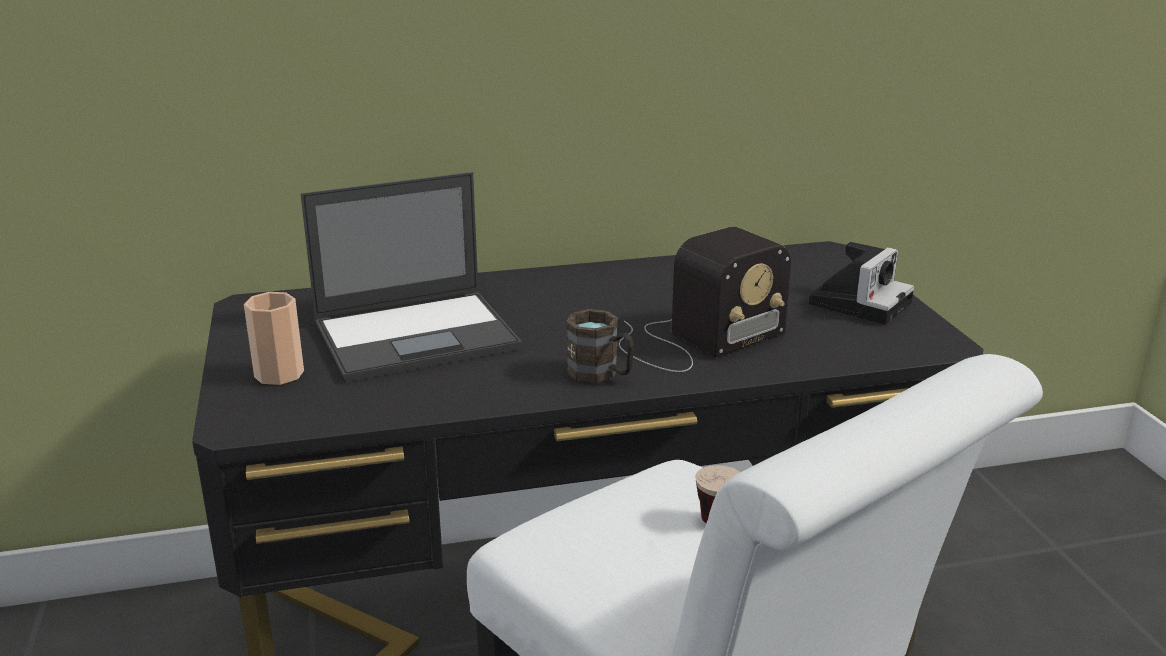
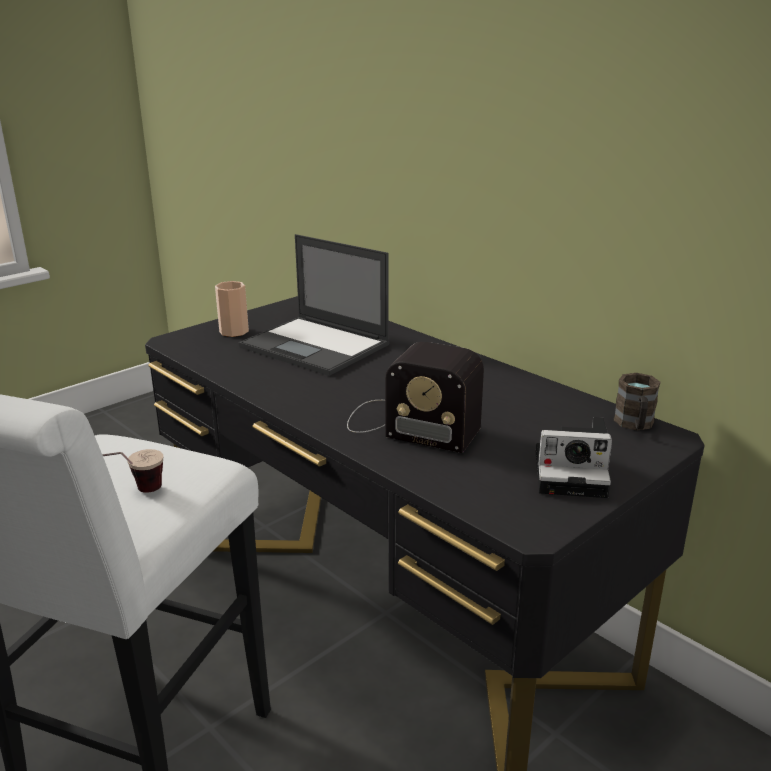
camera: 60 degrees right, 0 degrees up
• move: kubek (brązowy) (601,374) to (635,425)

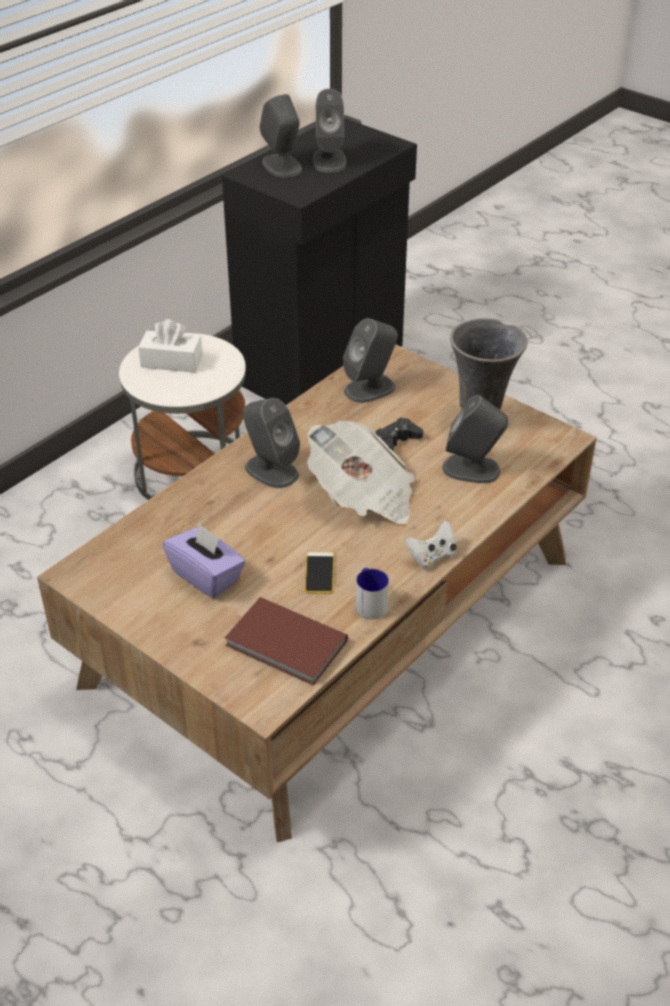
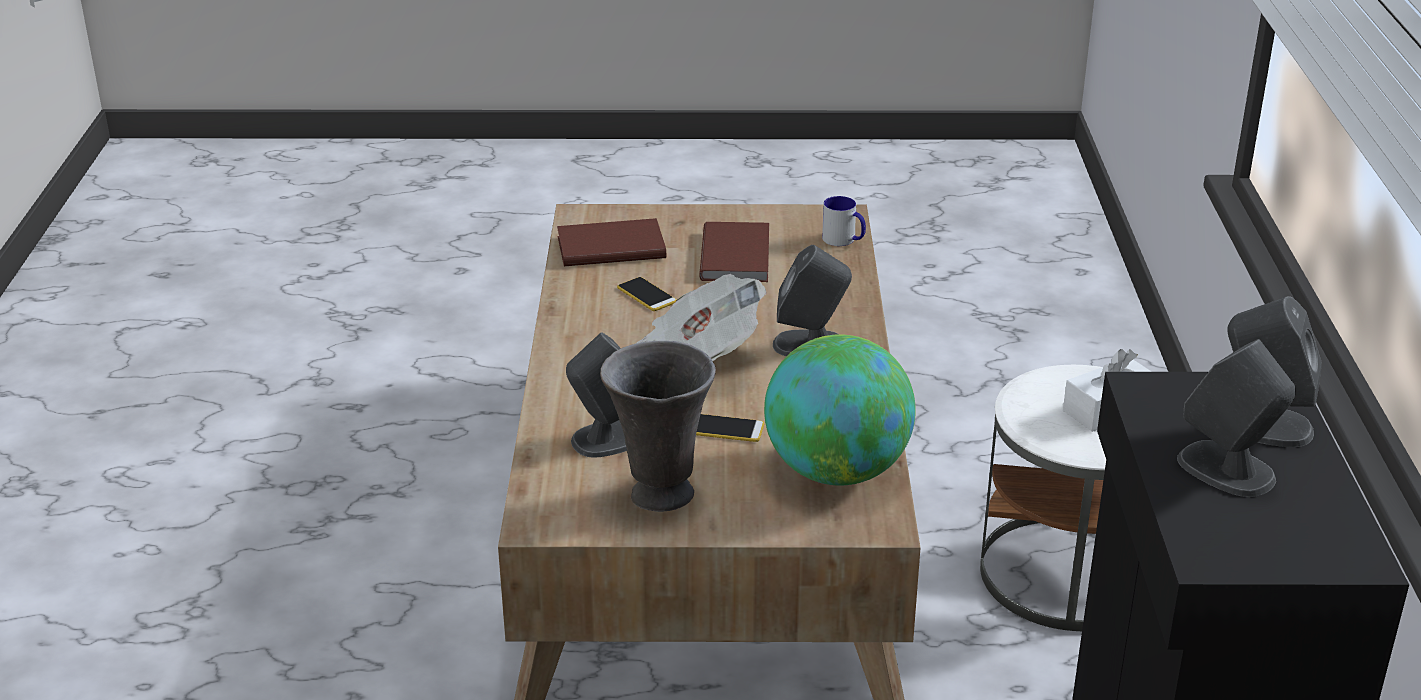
camera: 140 degrees right, 10 degrees down
• replace: pad do gier (czarny) (396,440) to telefon (726,429)
• replace: pudełko chusteczek (fioletowy) (206,576) to książka (brązowy) (738,255)
• replace: głośnik (szary) (370,388) to globus (836,471)
• move: kubek (369,603) to (844,240)
• delete: pad do gier (biały) (432,556)

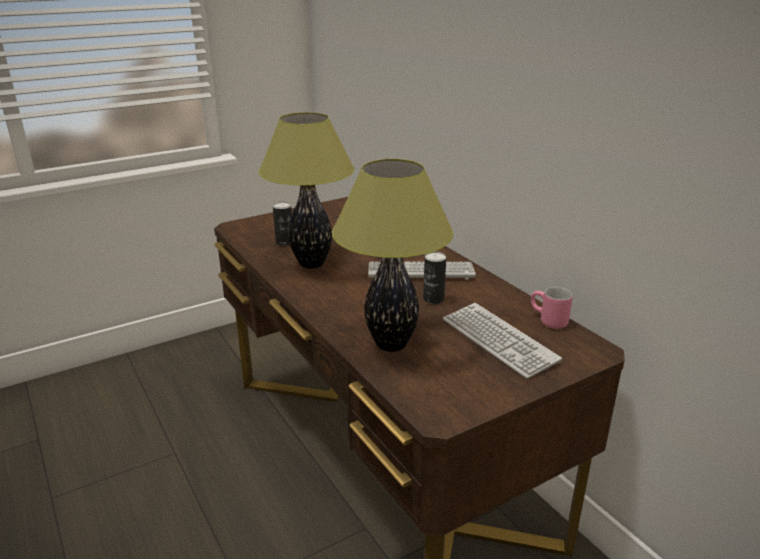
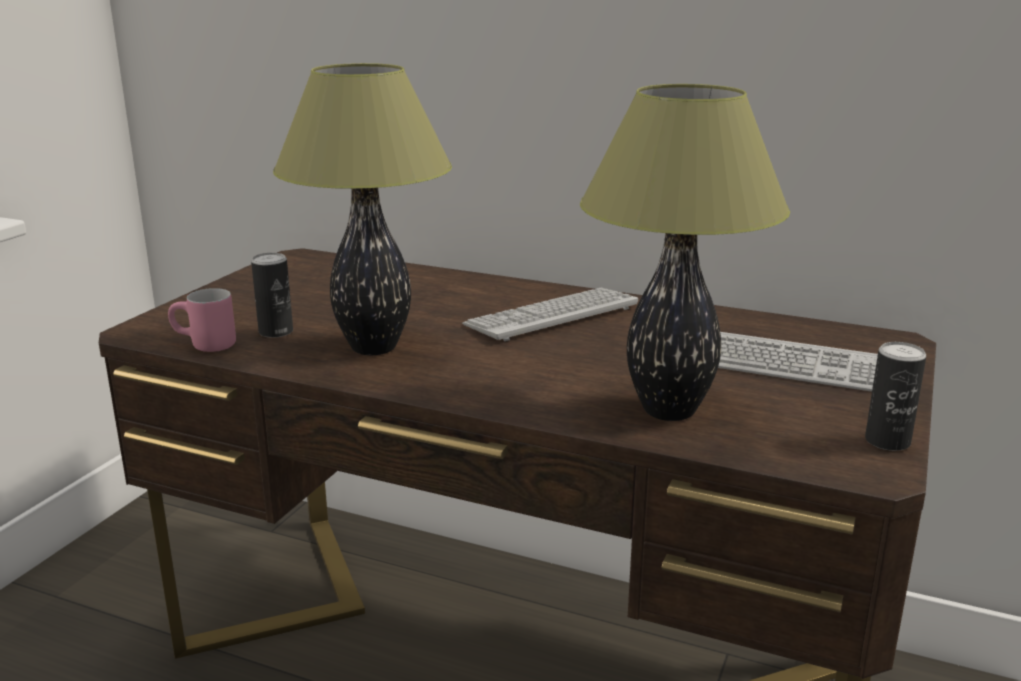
camera: 35 degrees left, 5 degrees down
• move: kubek (różowy) (547,321) to (203,346)
• move: puszka (433,299) to (887,441)

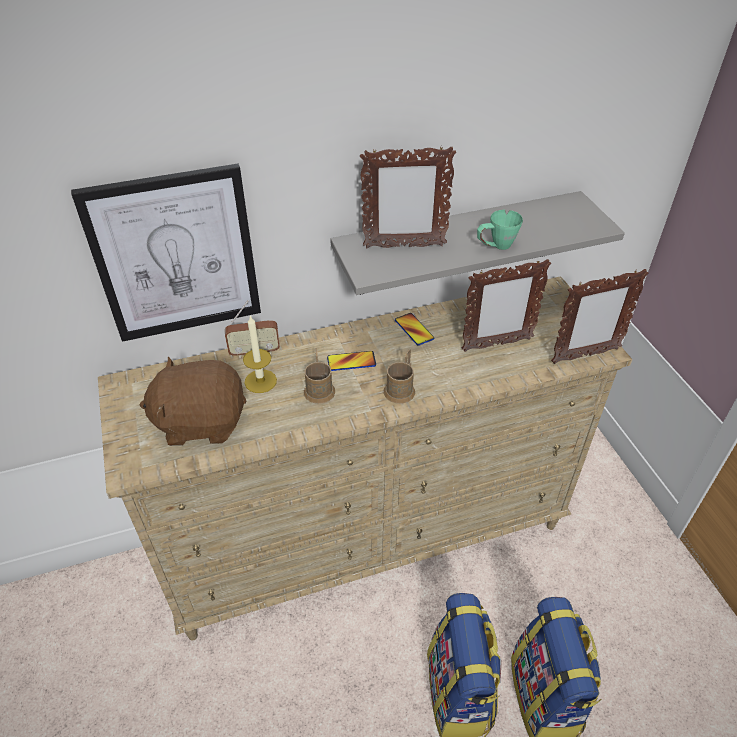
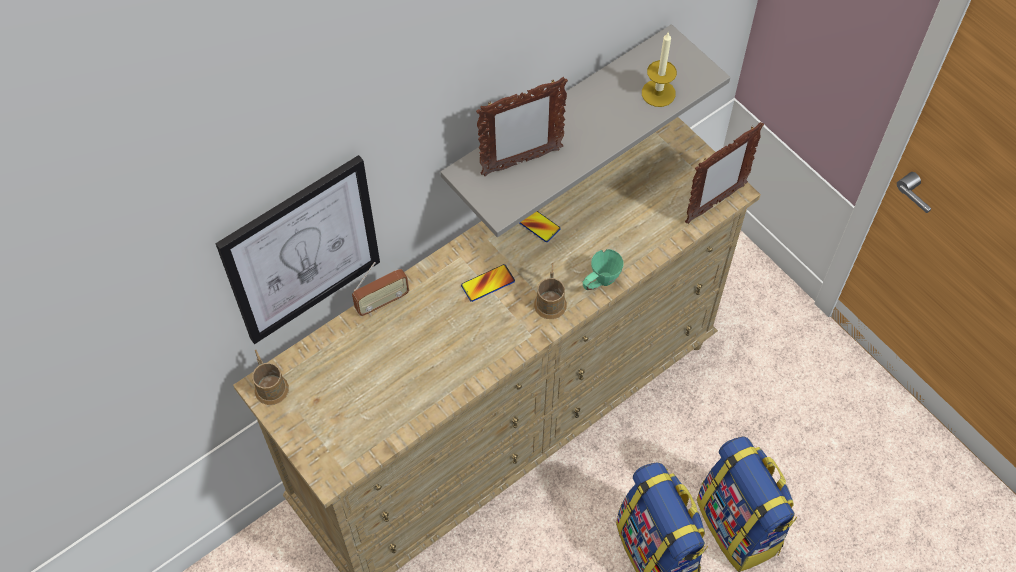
camera: 20 degrees left, 15 degrees up
• move: kubek (brązowy) (319,388) to (269,384)
• move: kubek (zielony) (495,247) to (599,283)
• move: świeca (260,381) to (658,93)
• delete: pluszak (brązowy) (201,422)
• delete: ramka na zdjęcie (496,344)

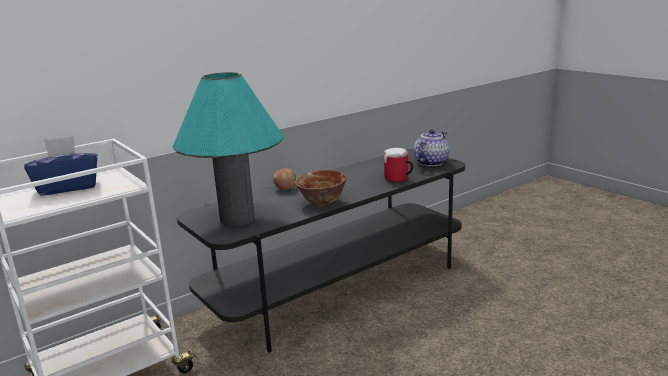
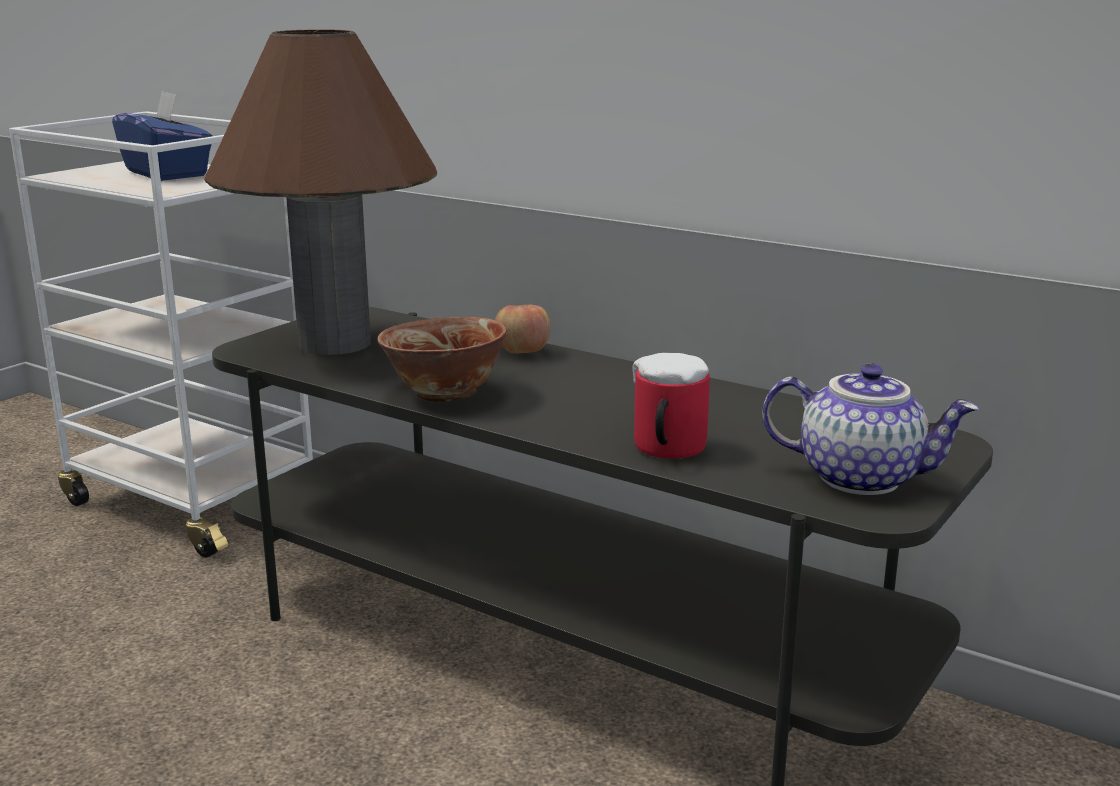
camera: 70 degrees right, 0 degrees up
• recolor: lampa stołowa (turkusowy) (237,219) to lampa stołowa (brązowy) (335,343)

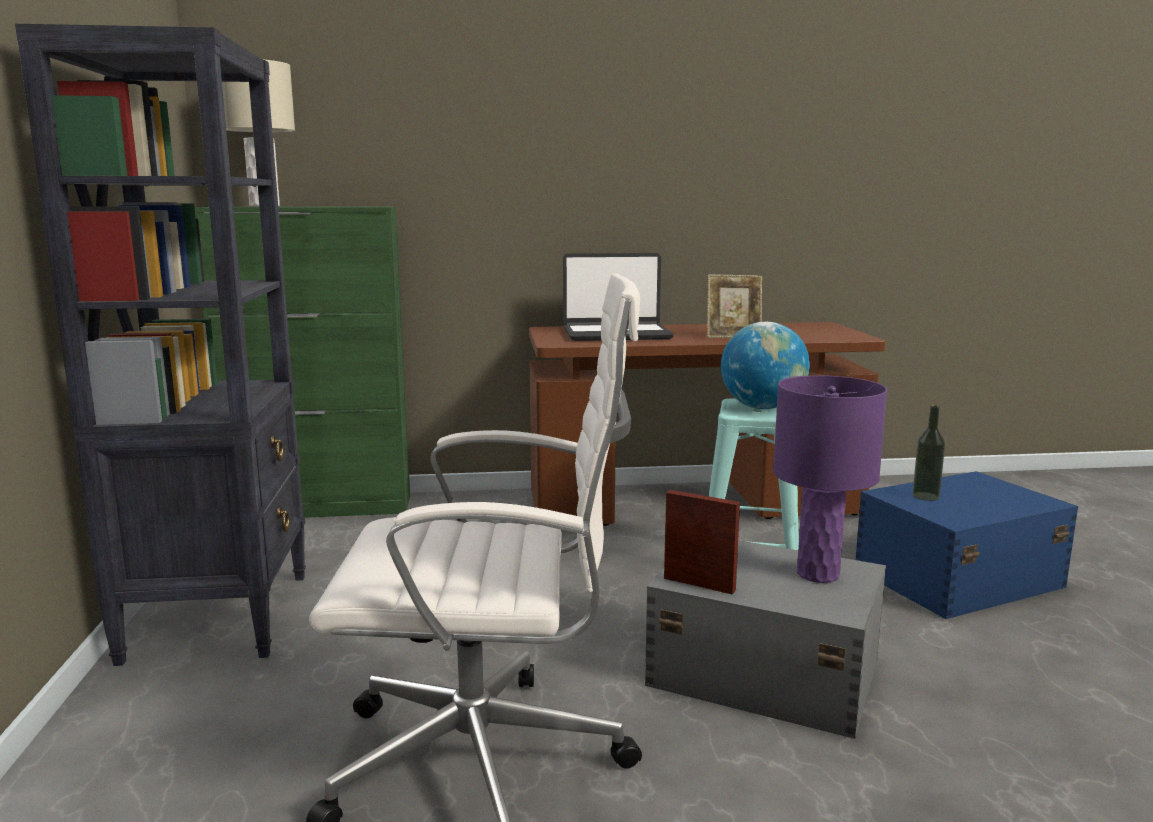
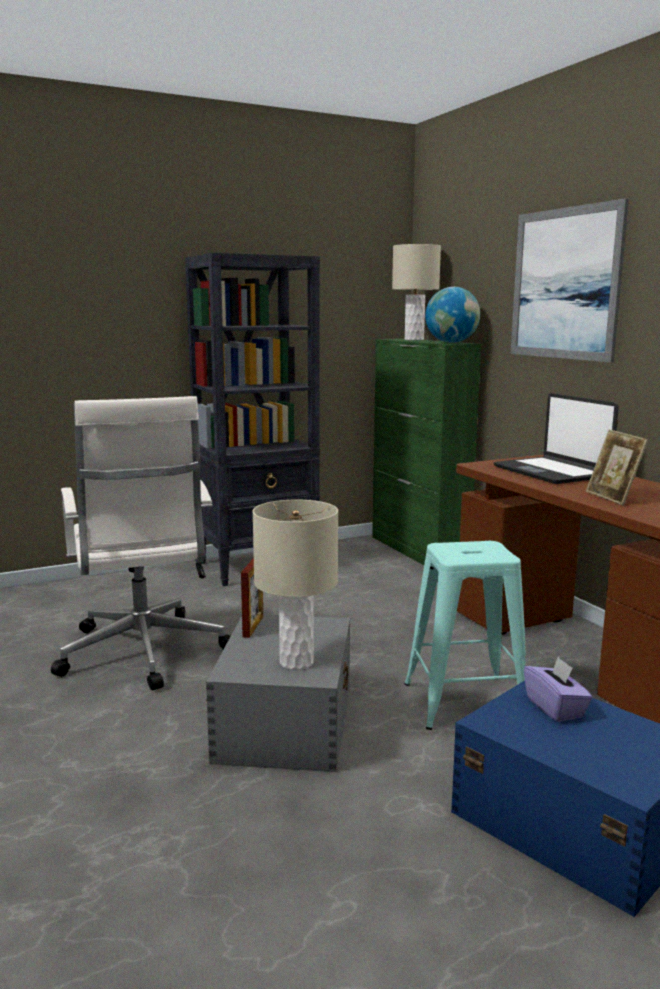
camera: 70 degrees right, 0 degrees up
• recolor: lampa stołowa (fioletowy) (817,574) to lampa stołowa (beżowy) (296,662)
• move: globus (762,408) to (451,342)
• insert: obraz (565,284)
• replace: butelka (925,496) to pudełko chusteczek (fioletowy) (555,708)

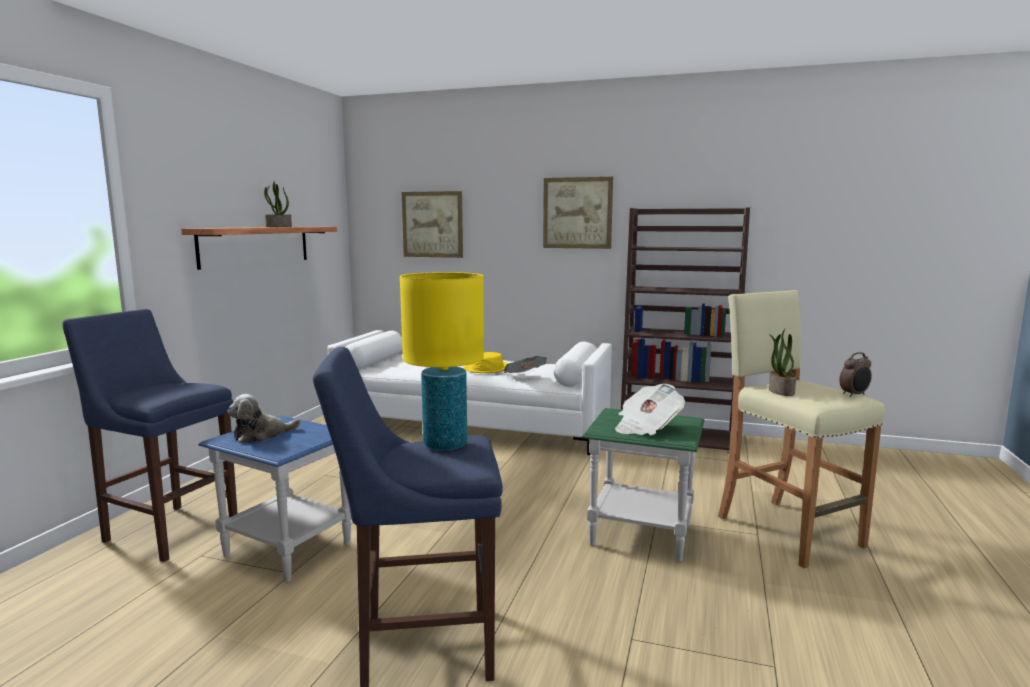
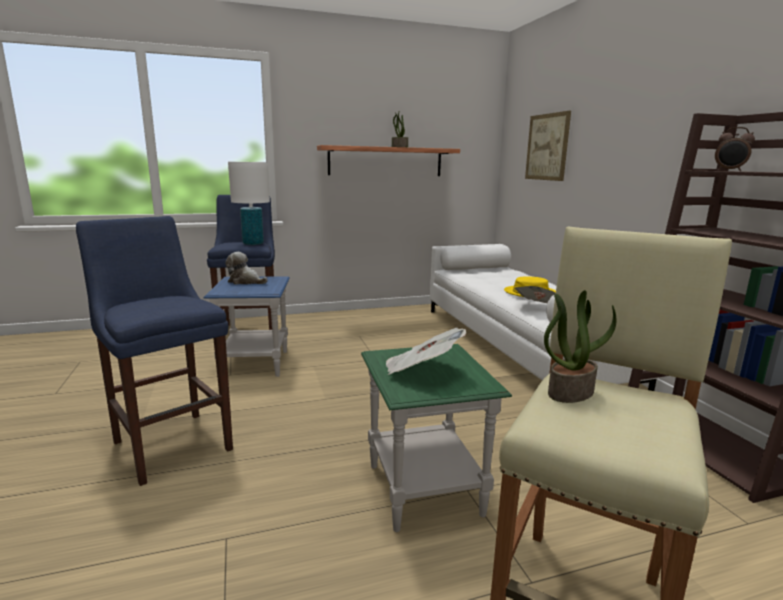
camera: 55 degrees right, 5 degrees up
• insert: lampa stołowa (biały) (253,244)
• move: budzik (854,395) to (729,170)
• delete: lampa stołowa (żółty) (445,444)
• delete: obraz (577,213)

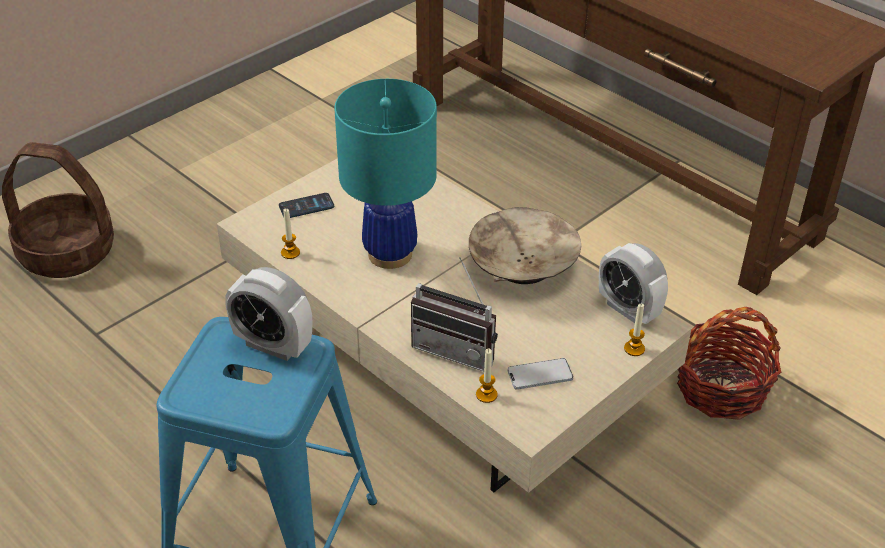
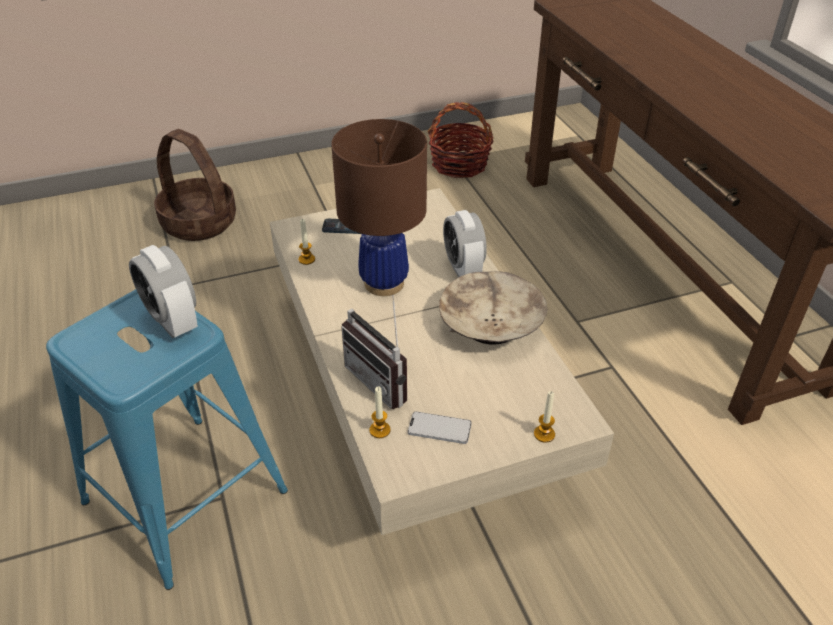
camera: 25 degrees right, 0 degrees up
• recolor: lampa stołowa (turkusowy) (389,254) to lampa stołowa (brązowy) (383,283)
• move: koszyk (721,388) to (459,164)
• move: budzik (628,309) to (463,269)

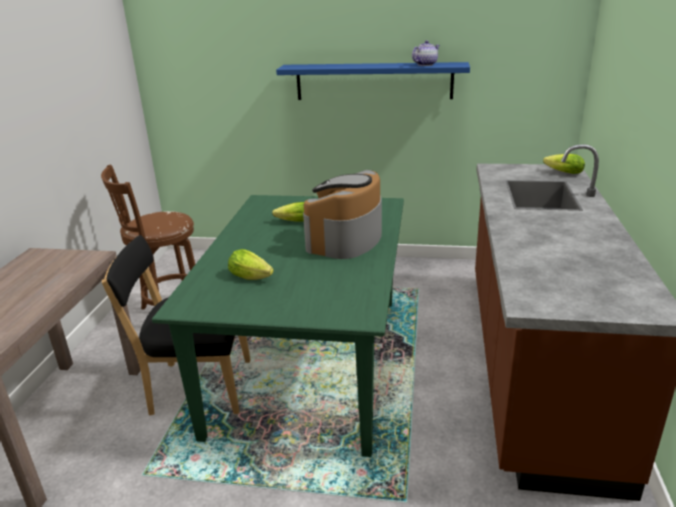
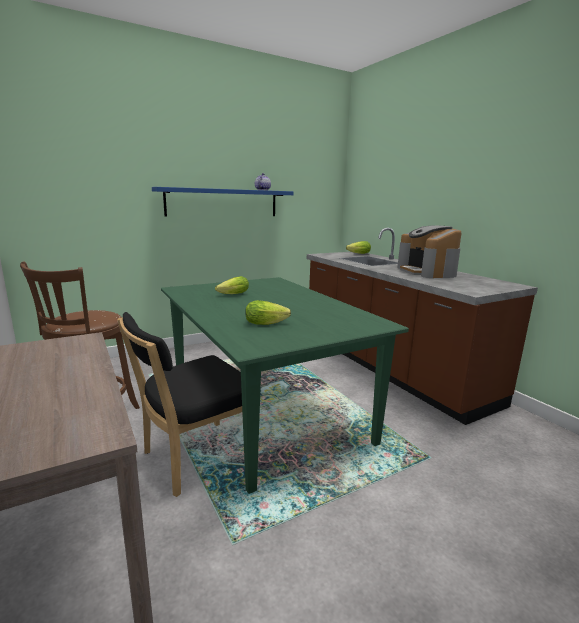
camera: 40 degrees left, 10 degrees down
• move: ekspres do kawy (345,239) to (427,272)

